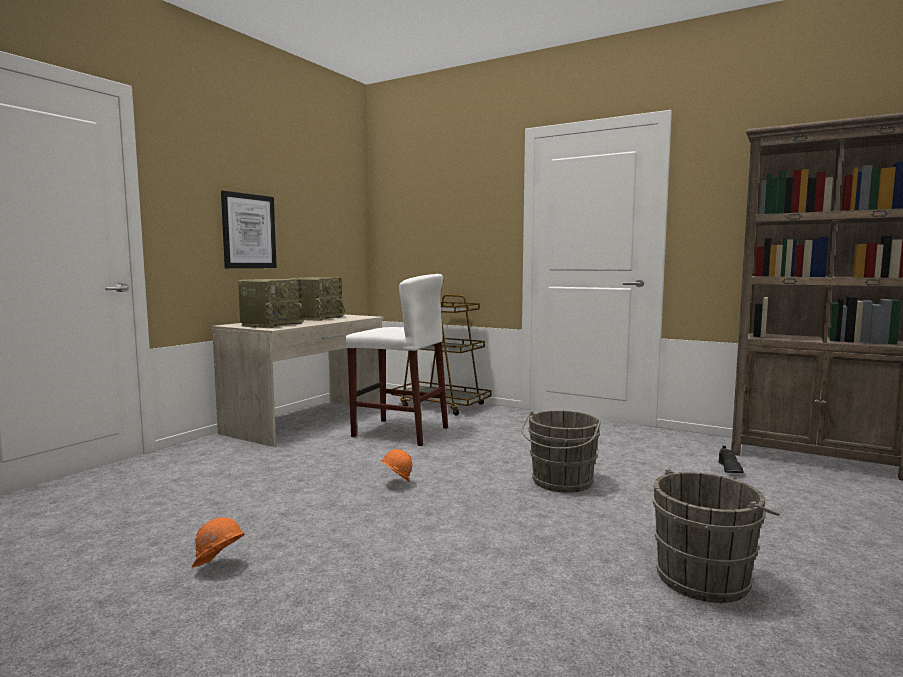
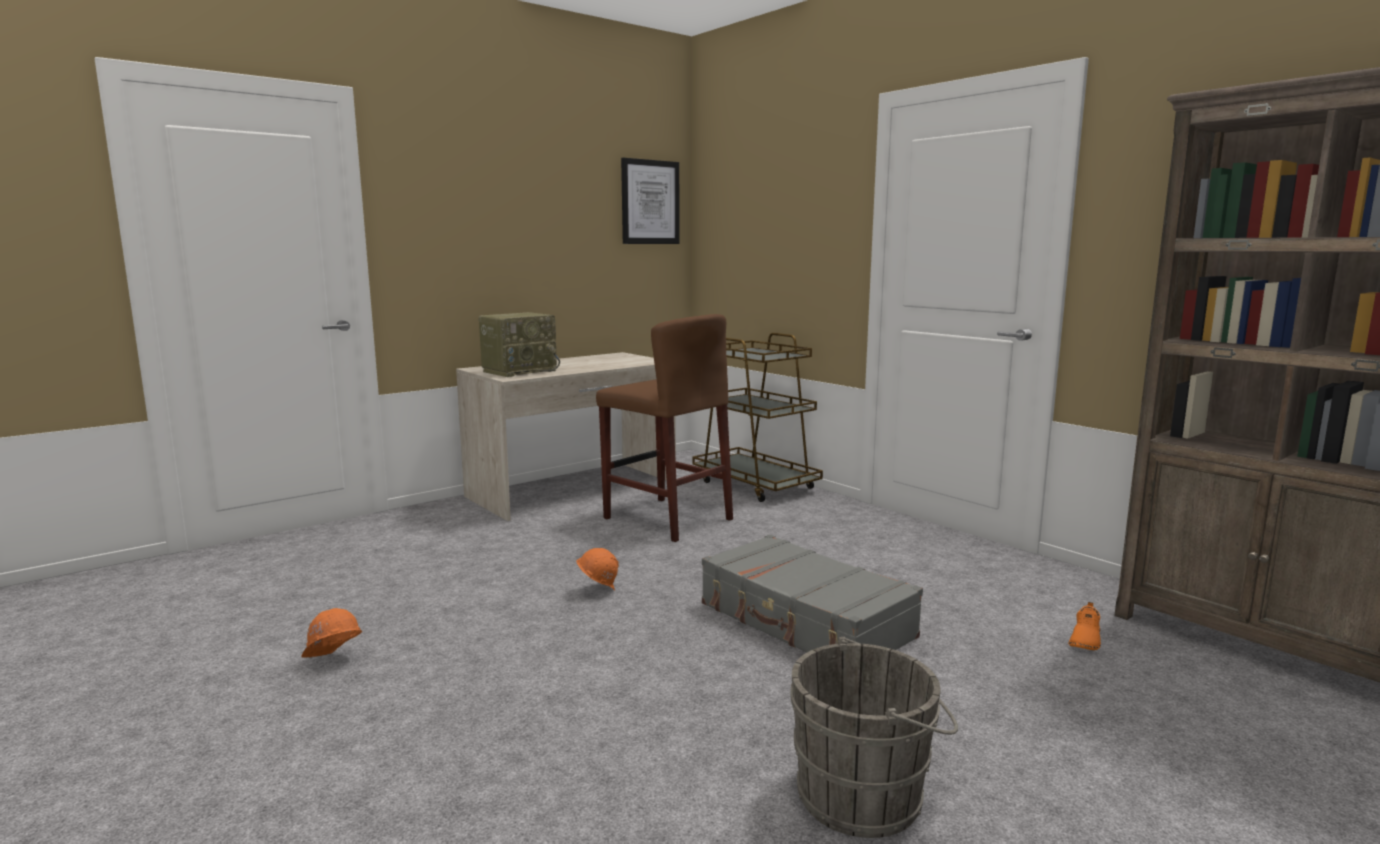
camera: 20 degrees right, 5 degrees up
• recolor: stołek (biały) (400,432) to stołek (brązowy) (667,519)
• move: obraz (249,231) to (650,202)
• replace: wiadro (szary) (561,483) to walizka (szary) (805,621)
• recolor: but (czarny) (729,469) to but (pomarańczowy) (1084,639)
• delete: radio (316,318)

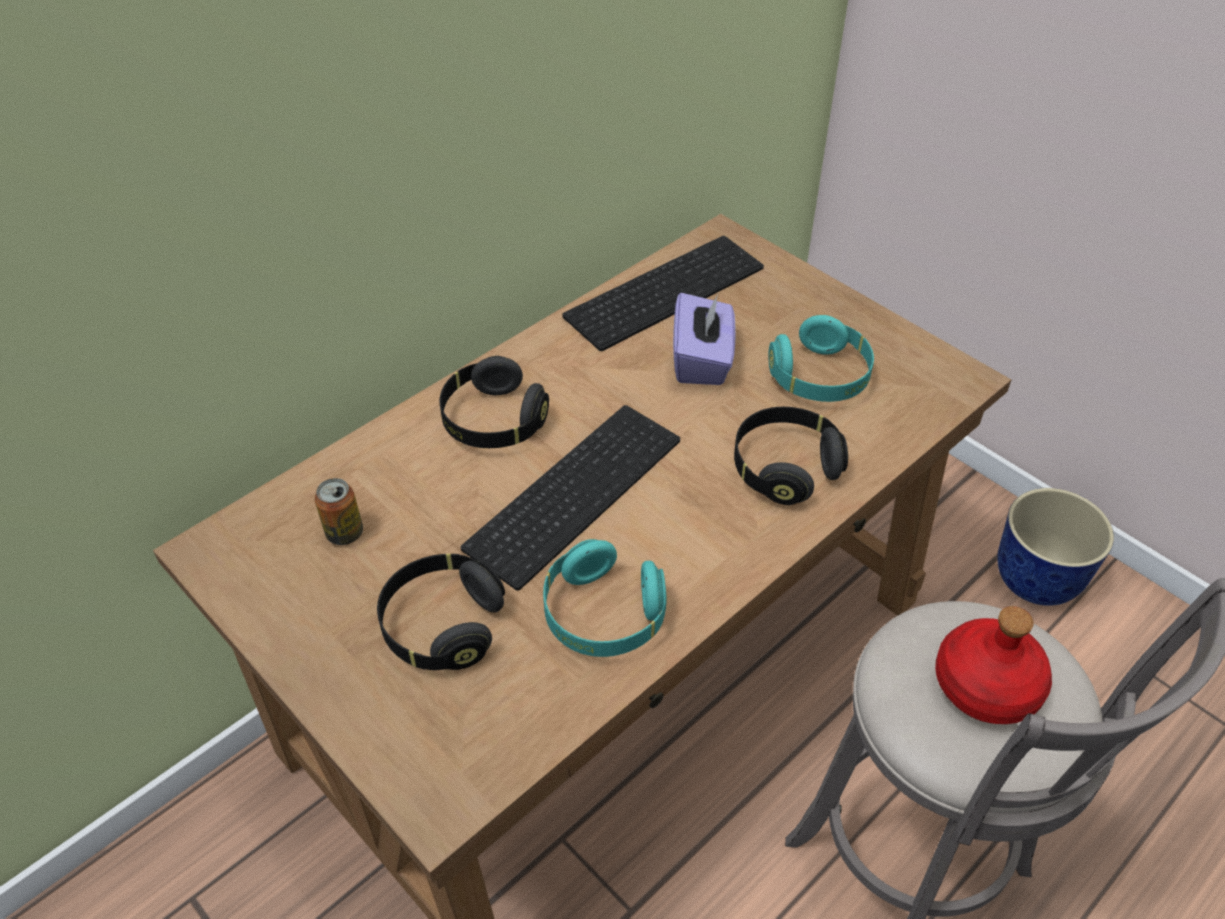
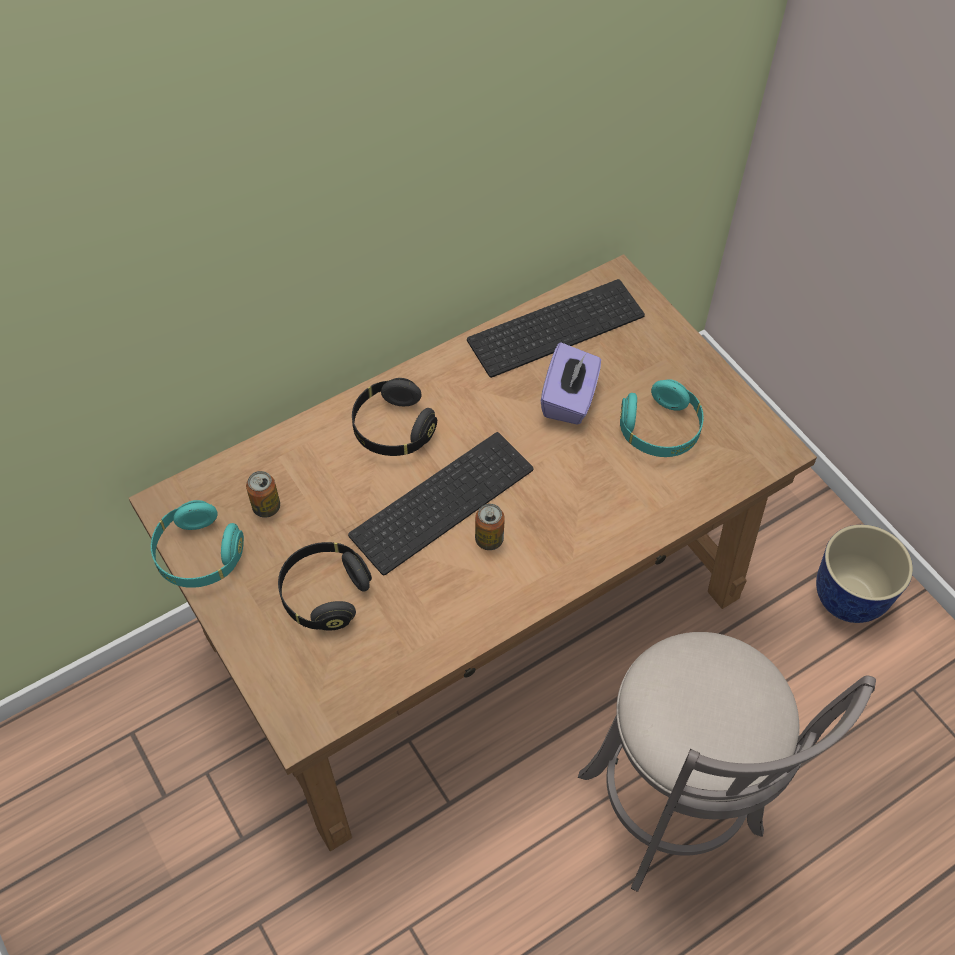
camera: 10 degrees right, 10 degrees up
• move: słuchawki (turkusowy) (603,616) to (199,556)
• insert: puszka (489,539)
• delete: słuchawki (czarny) (784,468)
• delete: butelka (czerwony) (984,686)

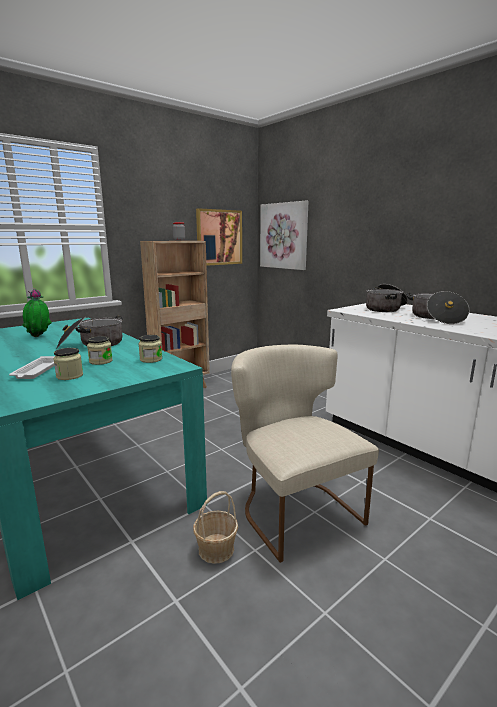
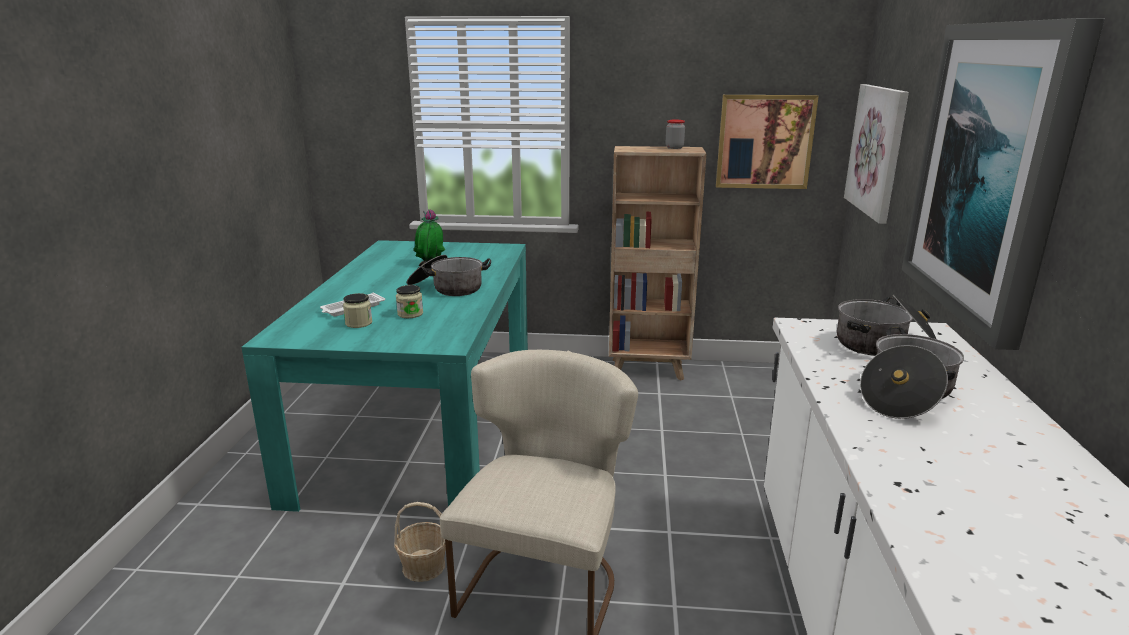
camera: 45 degrees right, 5 degrees up
• insert: obraz (990,173)
• delete: słoik (151,359)

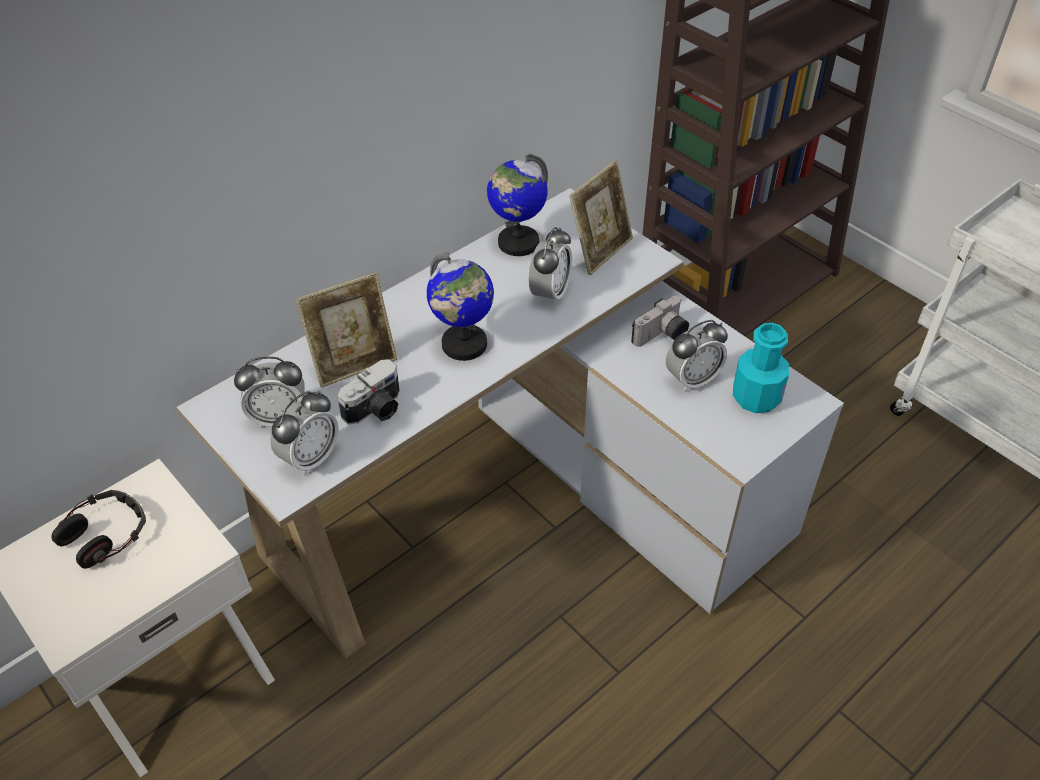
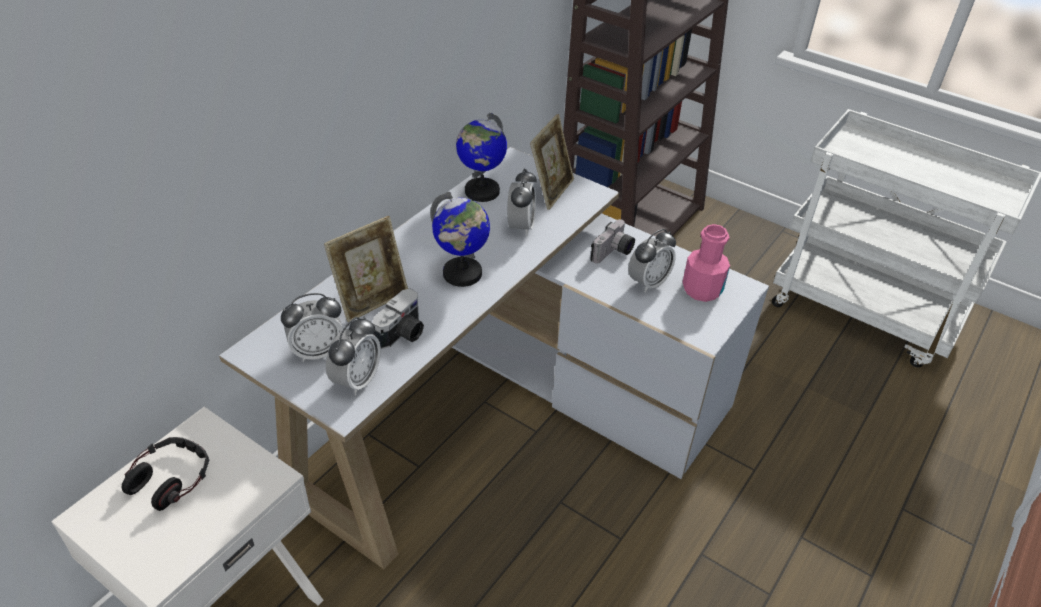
camera: 15 degrees left, 5 degrees down
• recolor: butelka (turkusowy) (756,397) to butelka (różowy) (702,290)

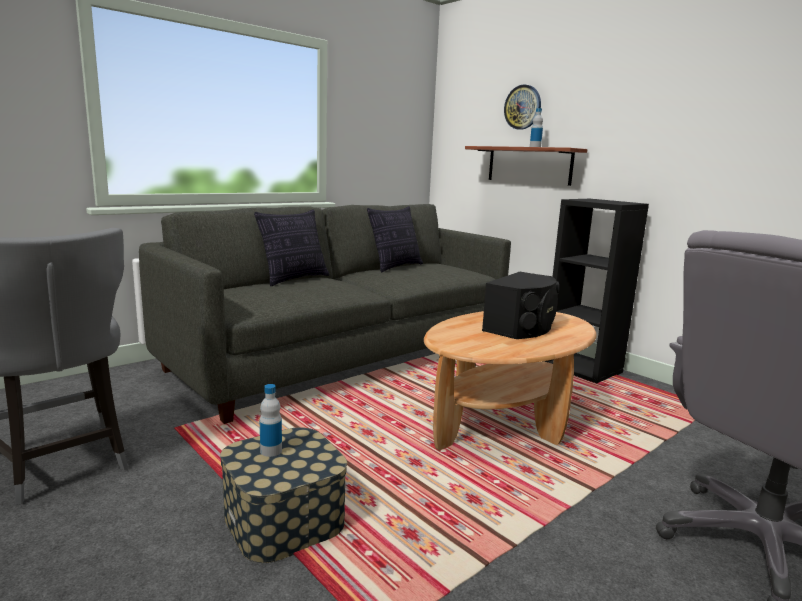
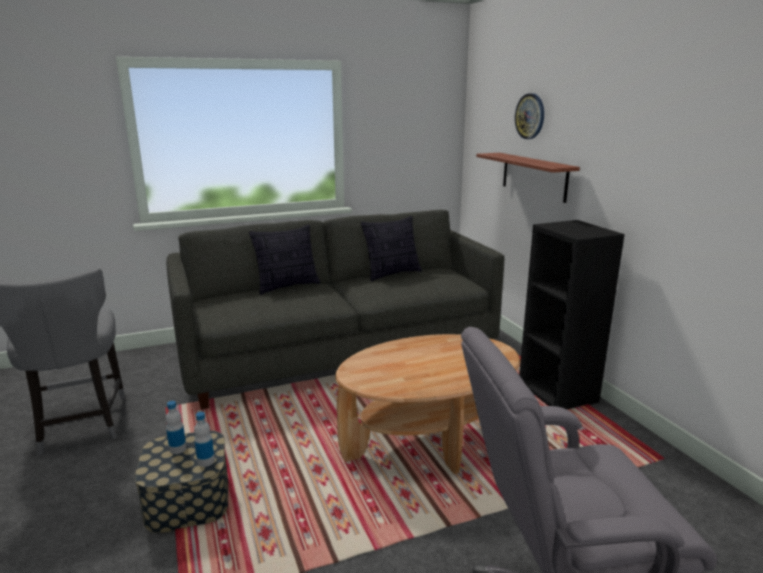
camera: 20 degrees right, 5 degrees up
• move: butelka (535,147) to (206,461)
• delete: głośnik (czarny) (522,327)

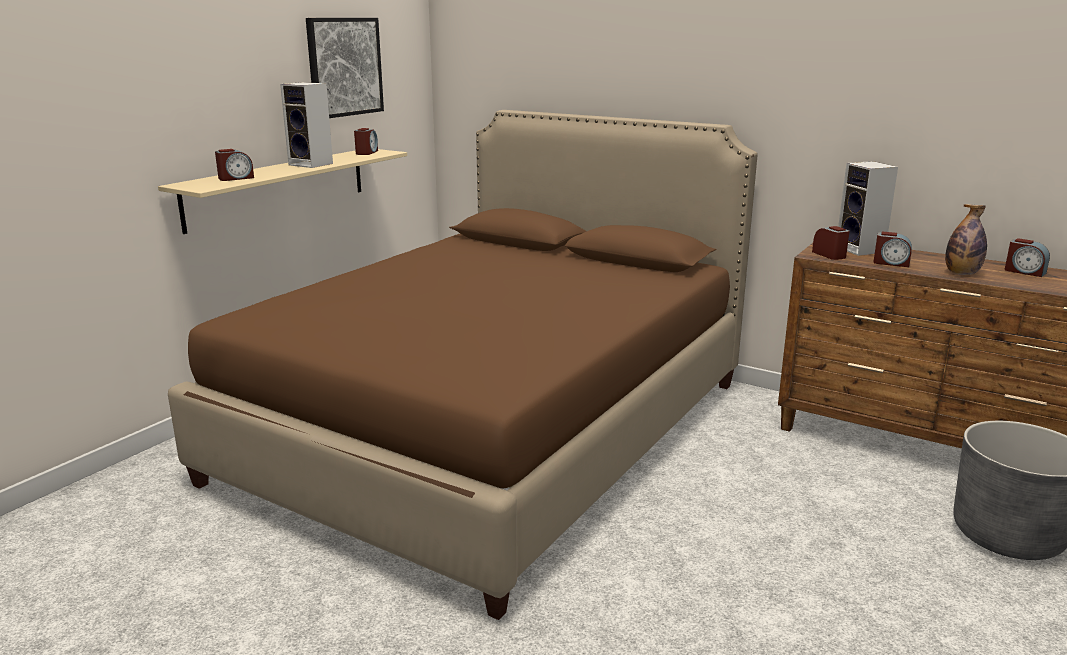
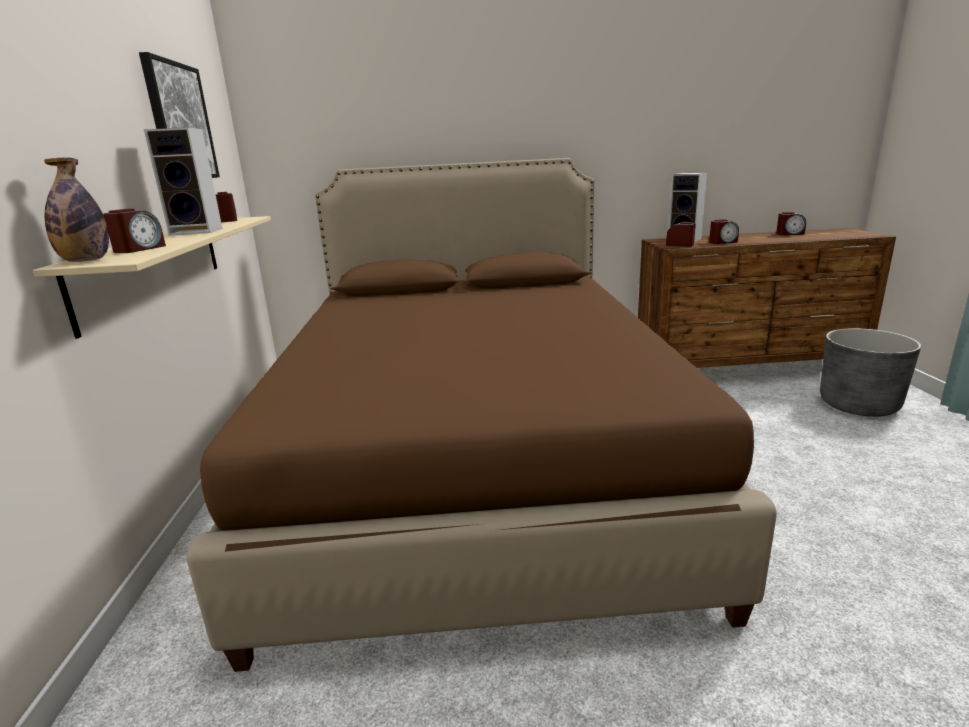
camera: 35 degrees left, 0 degrees up
• move: butelka (961,273) to (86,261)

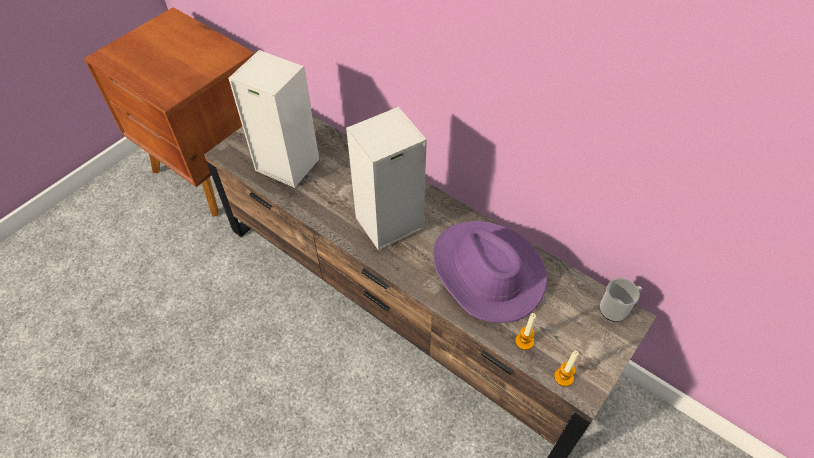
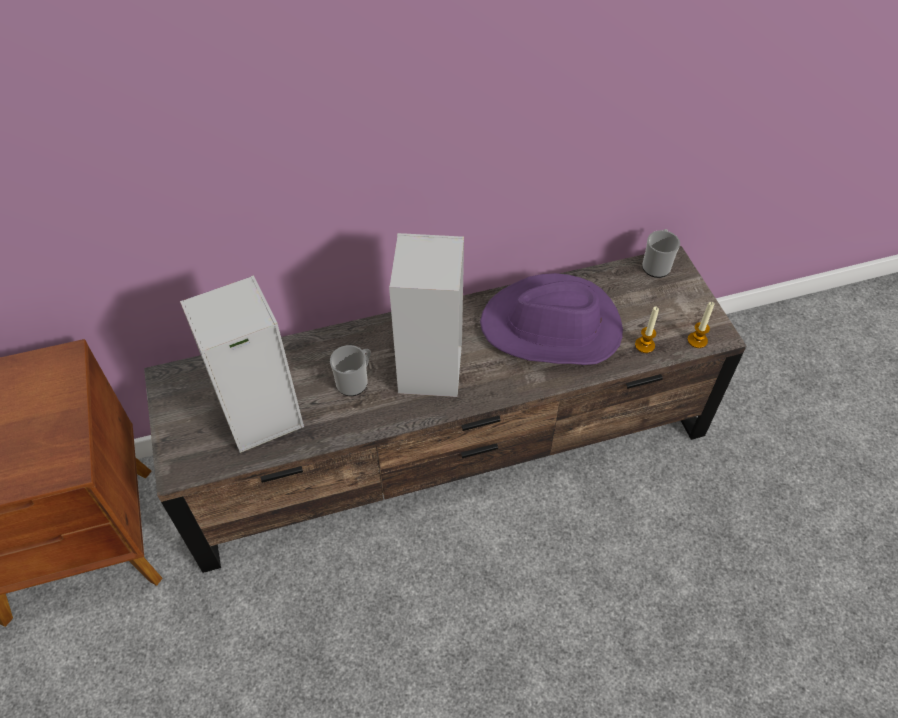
camera: 55 degrees left, 0 degrees up
• insert: kubek (355,381)

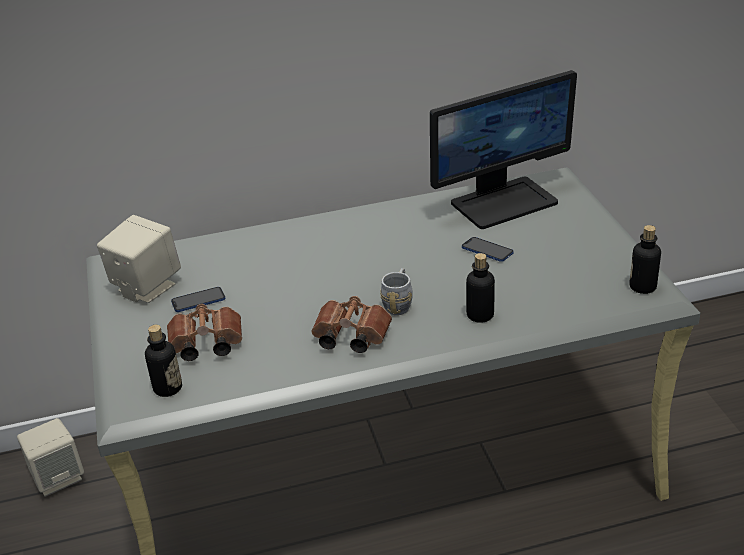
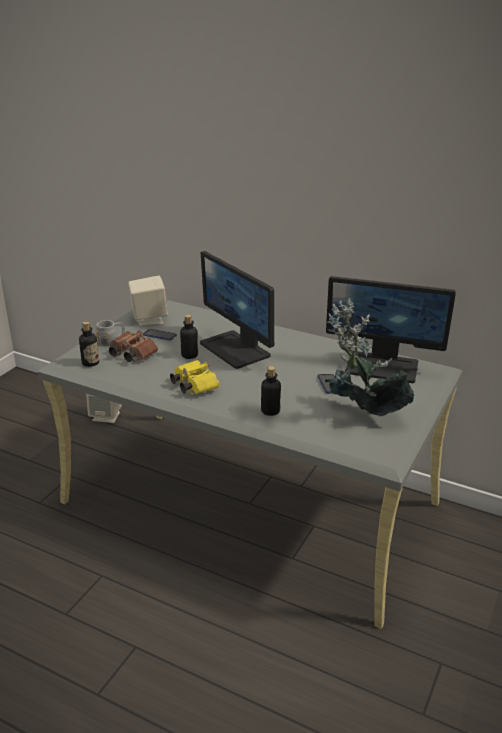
camera: 40 degrees right, 5 degrees down
• move: kubek (szary) (399,303) to (111,341)
• recolor: lornetka (brązowy) (349,337) to lornetka (żółty) (193,385)
• move: butelka (642,287) to (189,355)
• insert: monitor (236,349)
• insert: roślina doniczkowa (360,415)

